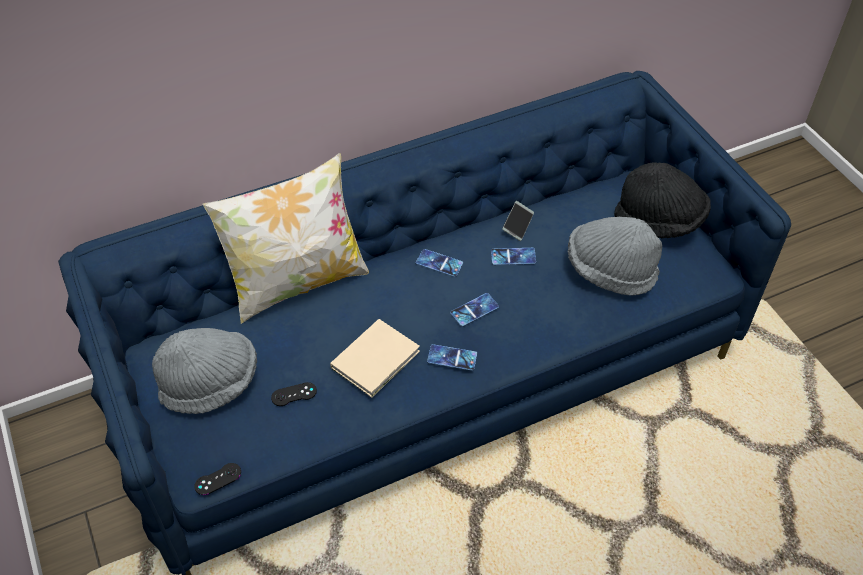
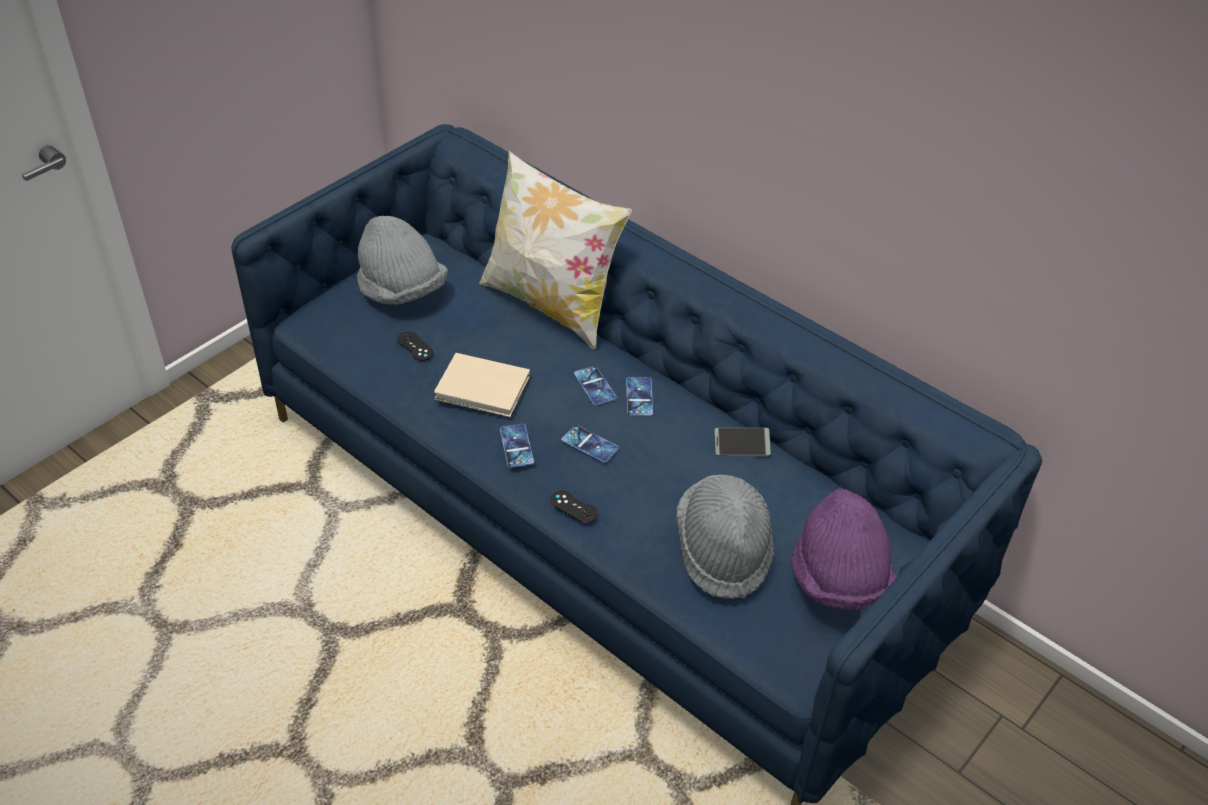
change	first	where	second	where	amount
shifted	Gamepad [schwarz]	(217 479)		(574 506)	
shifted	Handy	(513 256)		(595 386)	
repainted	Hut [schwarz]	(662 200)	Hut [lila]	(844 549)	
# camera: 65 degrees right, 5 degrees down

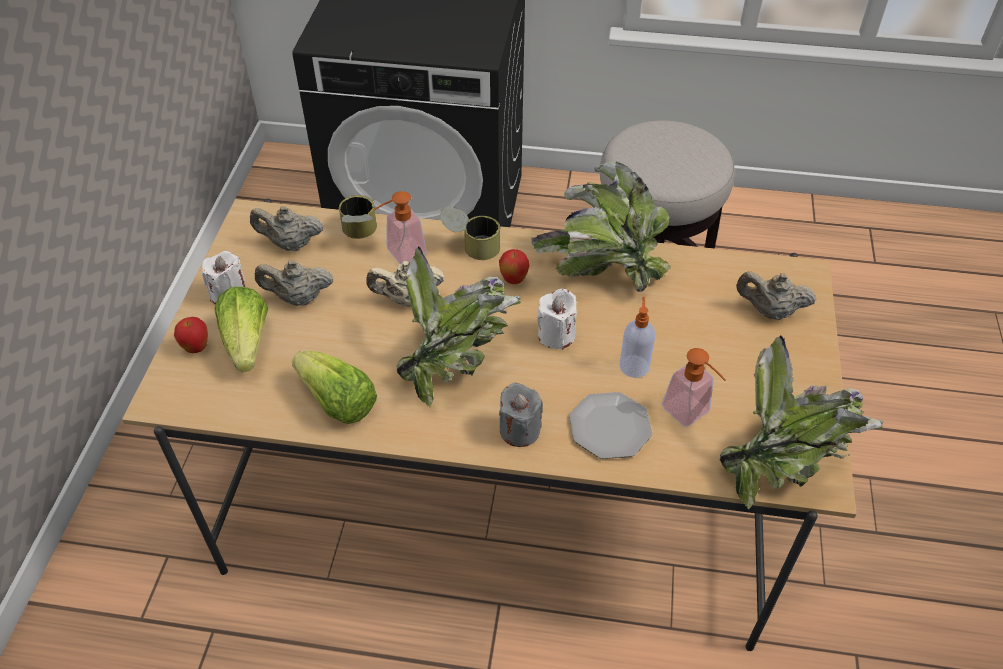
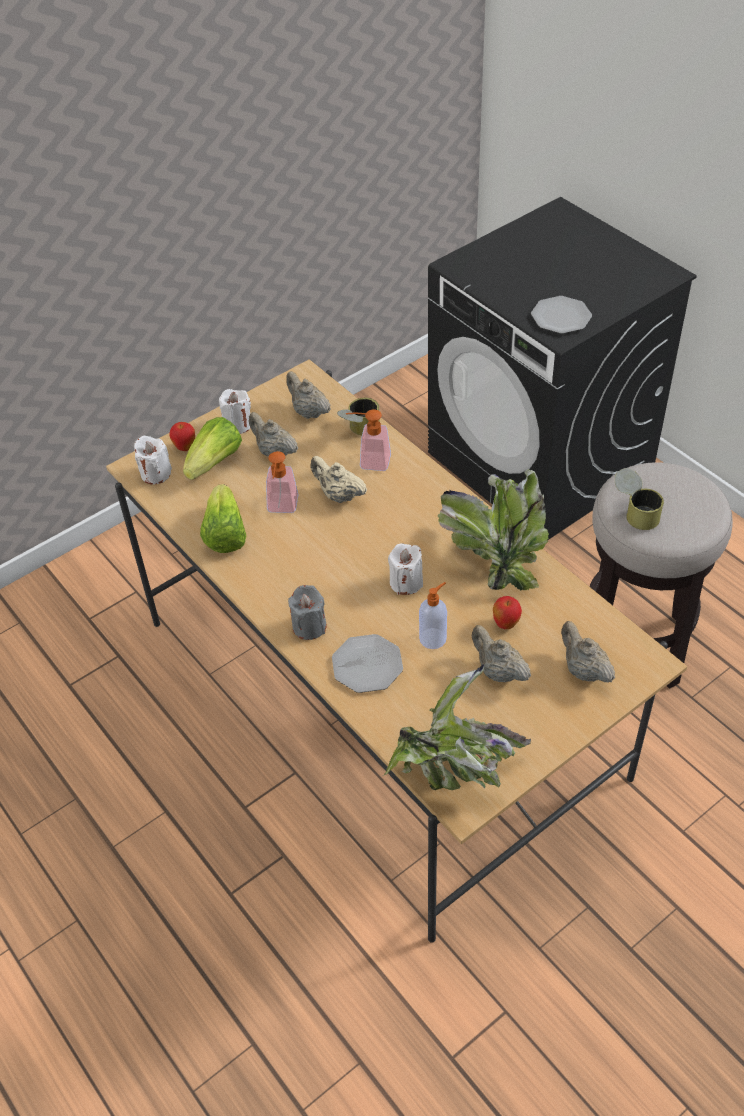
change	first	where	second	where	amount
gone	Topfpflanze	(458 327)			
shifted	Dose	(470 233)		(639 499)	
shifted	Apfel	(514 266)		(507 612)	
shifted	Seifenspender	(694 387)		(282 482)	
new			Kerze [weiß]	(153 459)	
new			Teekanne [beige]	(501 653)	
new			Teller	(561 315)	
# camera: 45 degrees right, 0 degrees up

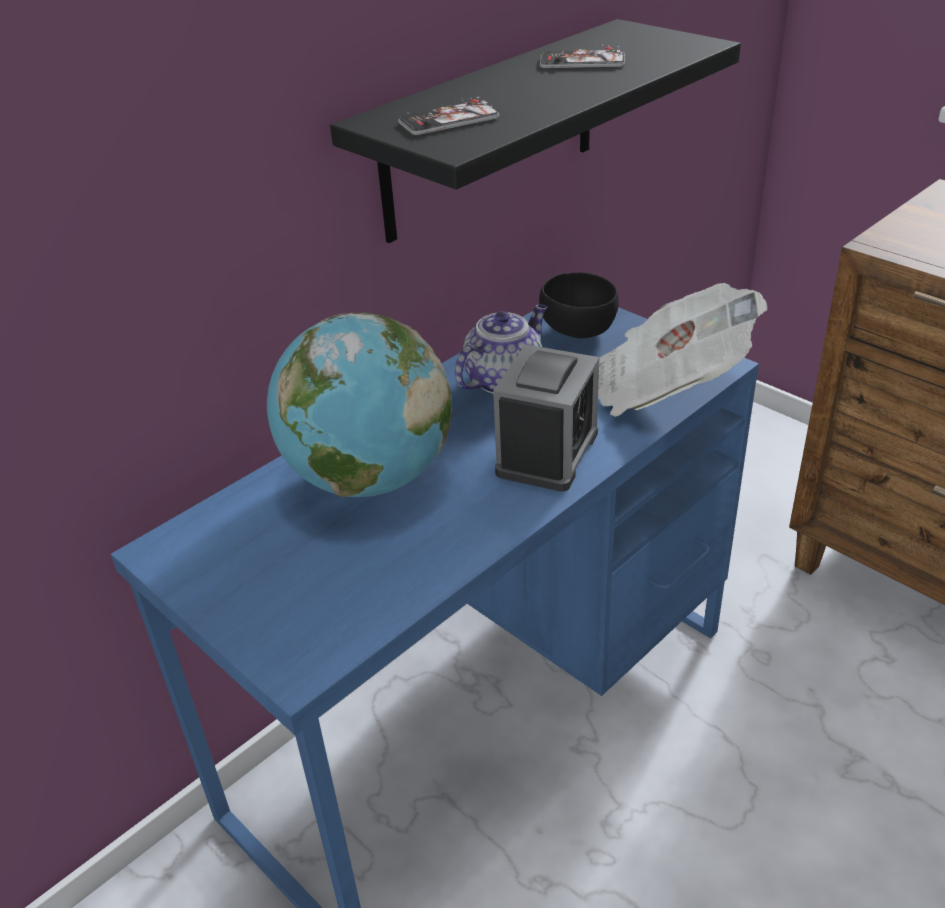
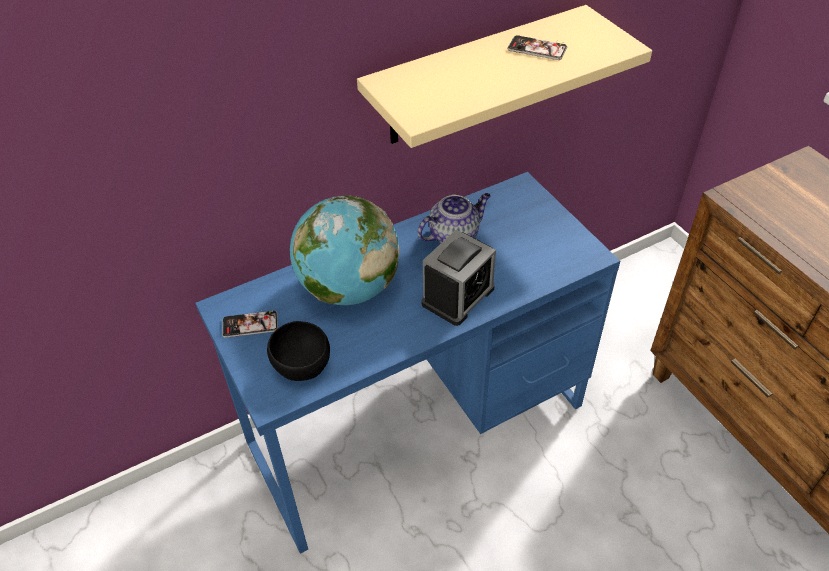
change	first	where	second	where	amount
repainted	Wandregal [schwarz]	(535 131)	Wandregal [beige]	(504 76)	
shifted	Handy	(448 116)		(250 324)	
shifted	Schüssel [schwarz]	(579 305)		(298 351)	
gone	Zeitung	(683 350)			
# camera: 15 degrees right, 10 degrees up

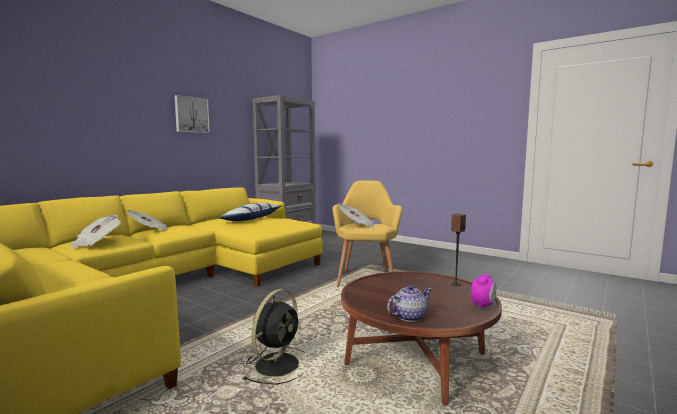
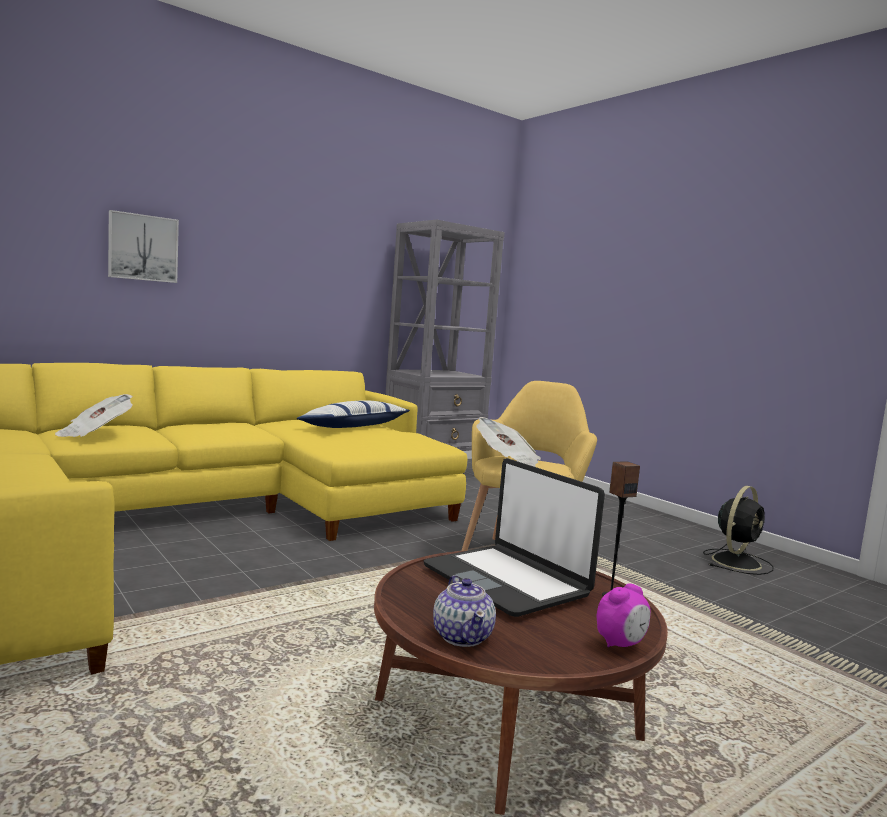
change	first	where	second	where	amount
gone	Zeitung	(147 220)			
shifted	Bild	(192 114)		(143 246)	
shifted	Ventilator [schwarz]	(273 337)		(738 530)	
rotated	Teekanne	(409 303)		(464 611)	90 degrees clockwise
new			Laptop	(514 537)	
# camera: 15 degrees right, 0 degrees up

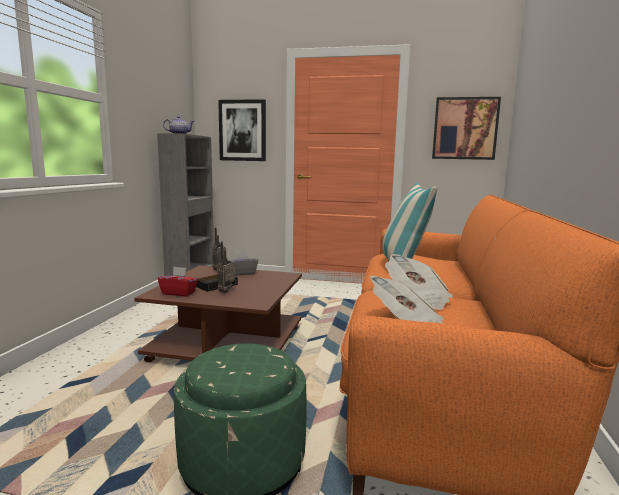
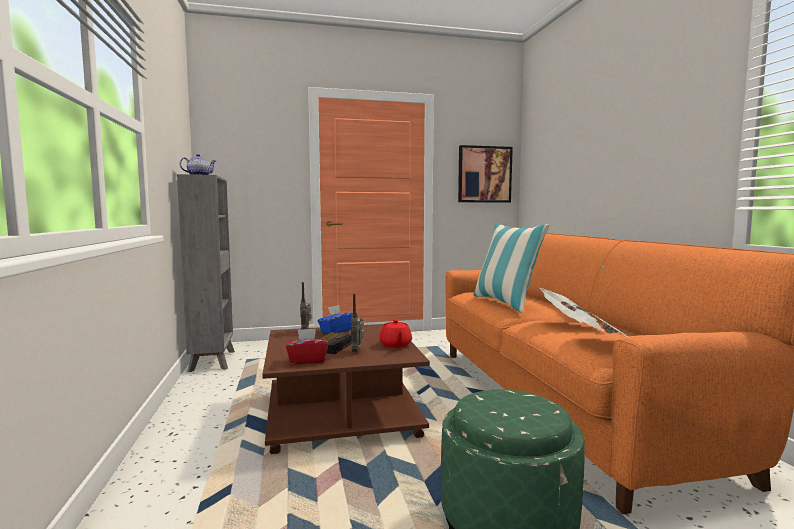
change	first	where	second	where	amount
gone	Bild	(242 130)			
repainted	Taschentuchbox [grau]	(244 263)	Taschentuchbox [blau]	(335 319)	
new			Teekanne [rot]	(395 333)	
# camera: 25 degrees left, 5 degrees down

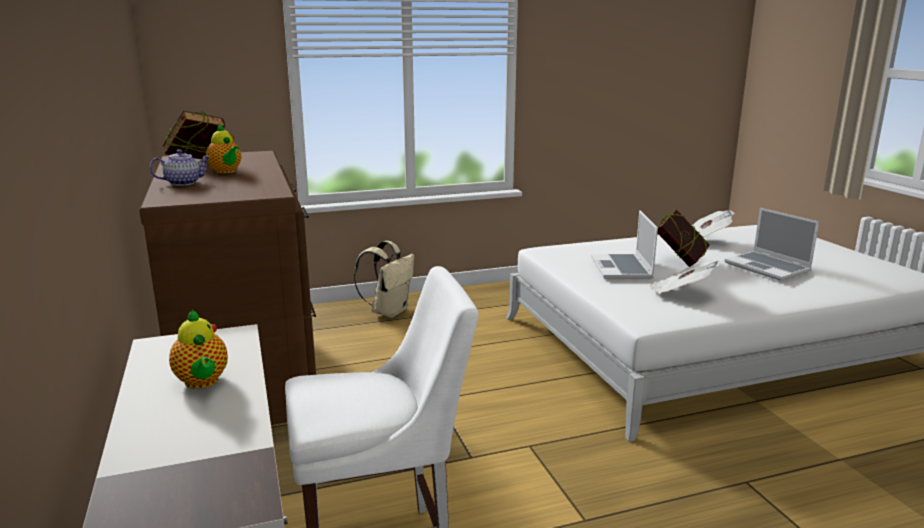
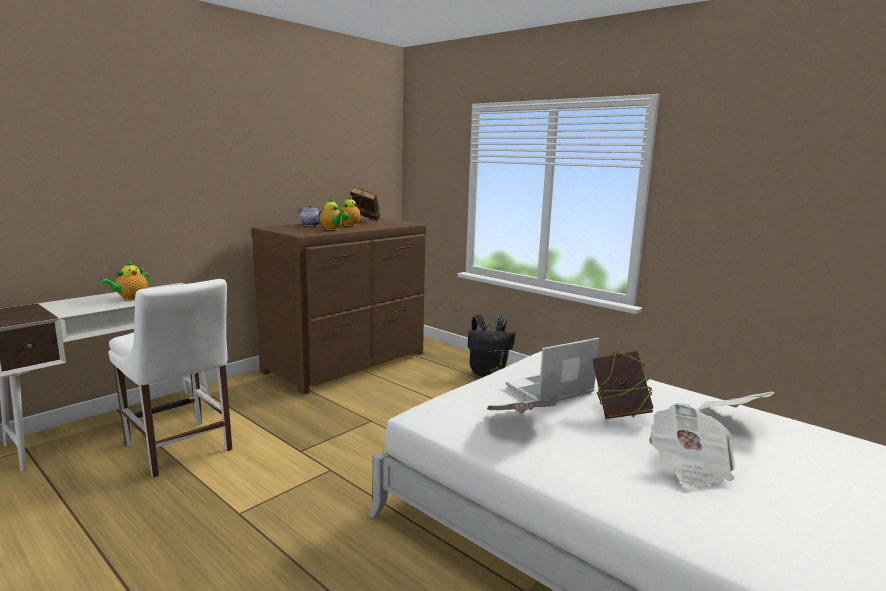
change	first	where	second	where	amount
repainted	Rucksack [beige]	(384 279)	Rucksack [schwarz]	(491 345)	
swapped	Laptop	(772 244)	Zeitung	(692 446)	
new			Teekanne	(332 213)	
# camera: 60 degrees right, 5 degrees down

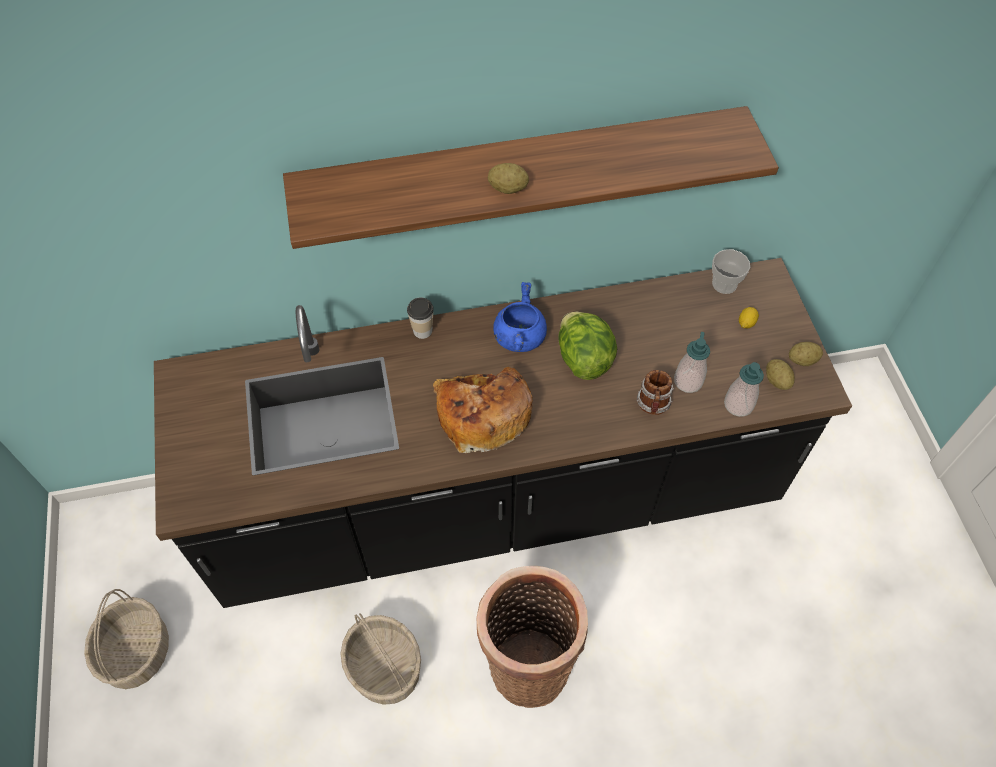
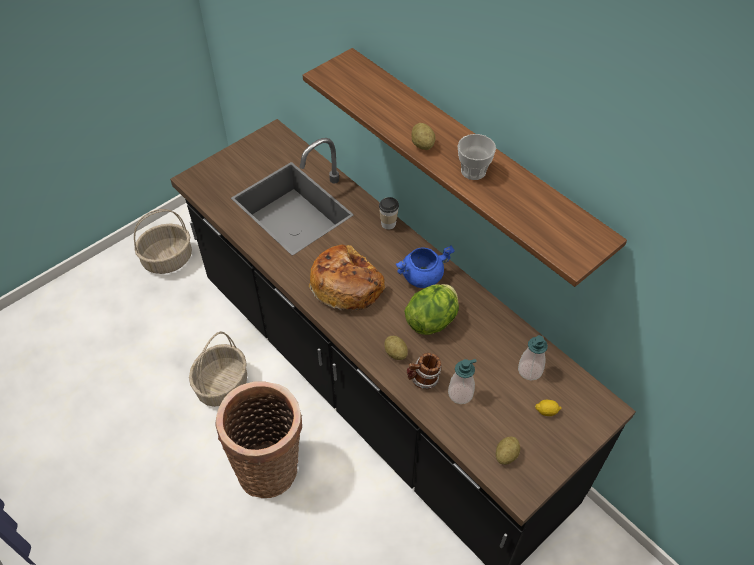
change	first	where	second	where	amount
shifted	Tasse	(731 271)		(477 157)	
shifted	Seifenspender	(744 389)		(533 358)	
shifted	Kartoffel	(806 354)		(396 348)	
# camera: 60 degrees right, 5 degrees down

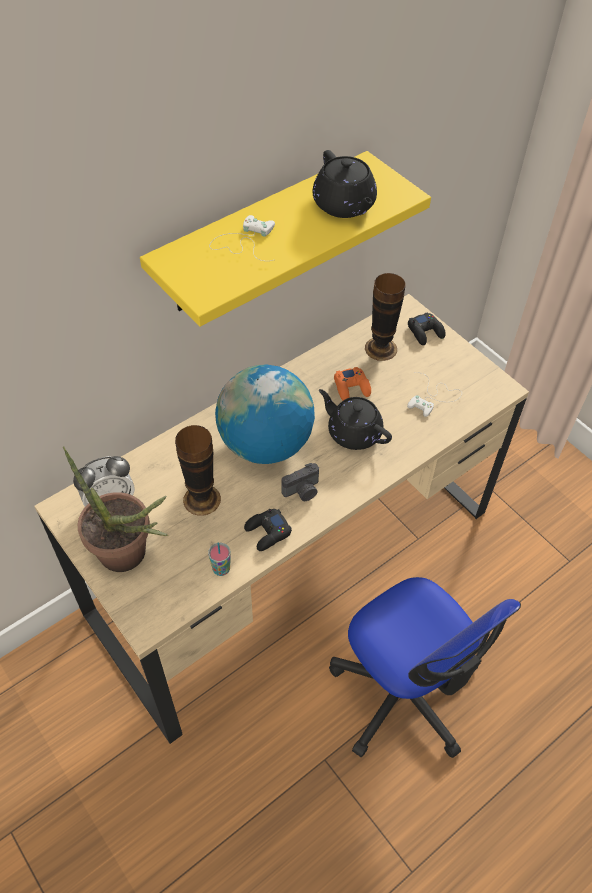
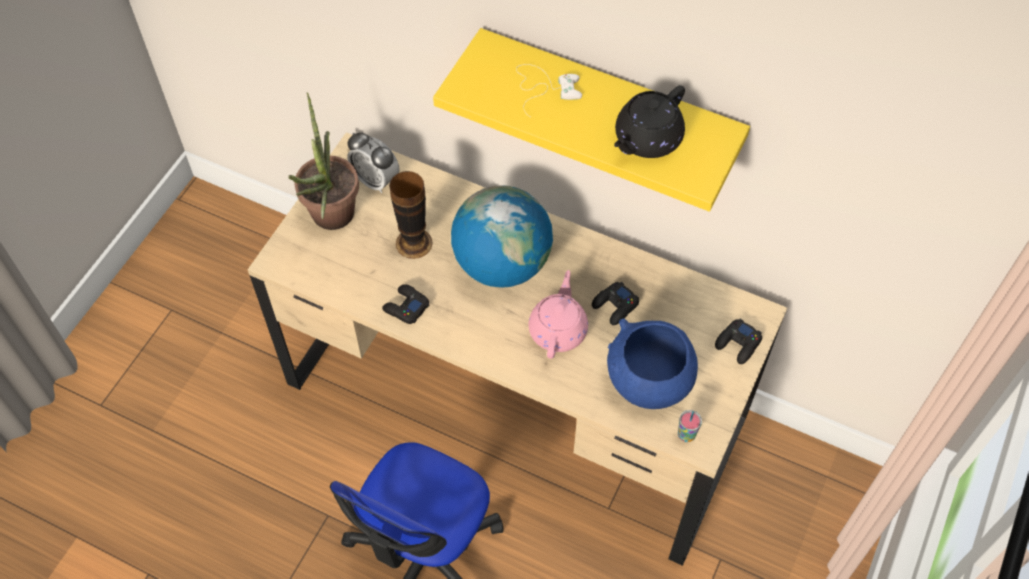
change	first	where	second	where	amount
shifted	Tasse	(219 559)		(690 426)	
gone	Kamera	(300 482)			
repainted	Teekanne [schwarz]	(355 419)	Teekanne [rosa]	(558 314)	
repainted	Gamepad [orange]	(352 383)	Gamepad [schwarz]	(615 303)	
gone	Vase	(385 317)			
swapped	Gamepad [weiß]	(434 394)	Schüssel [blau]	(652 364)	
# camera: 65 degrees right, 5 degrees up

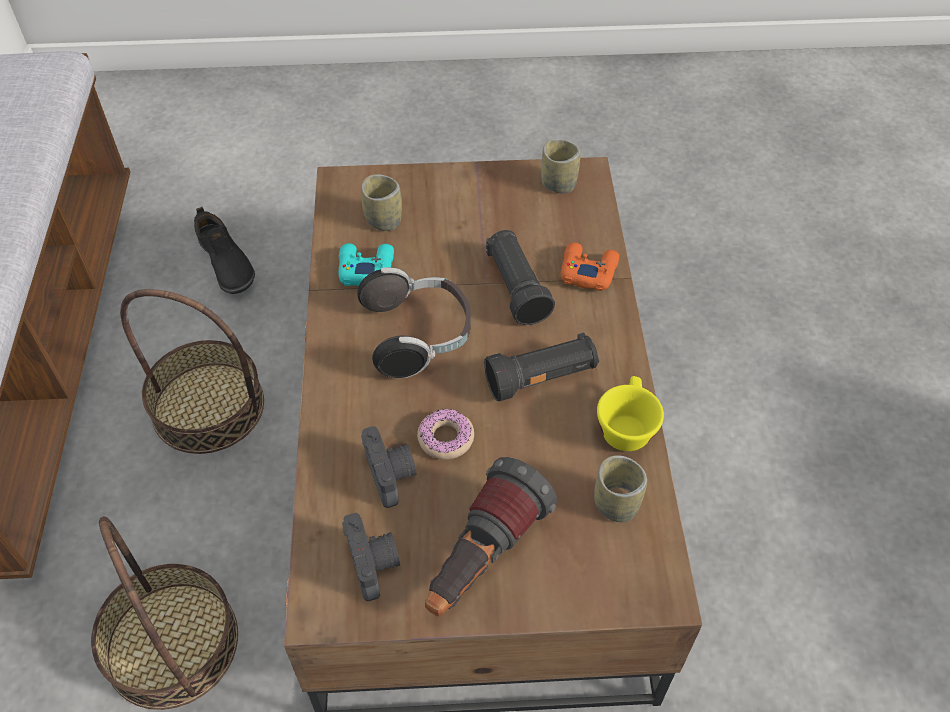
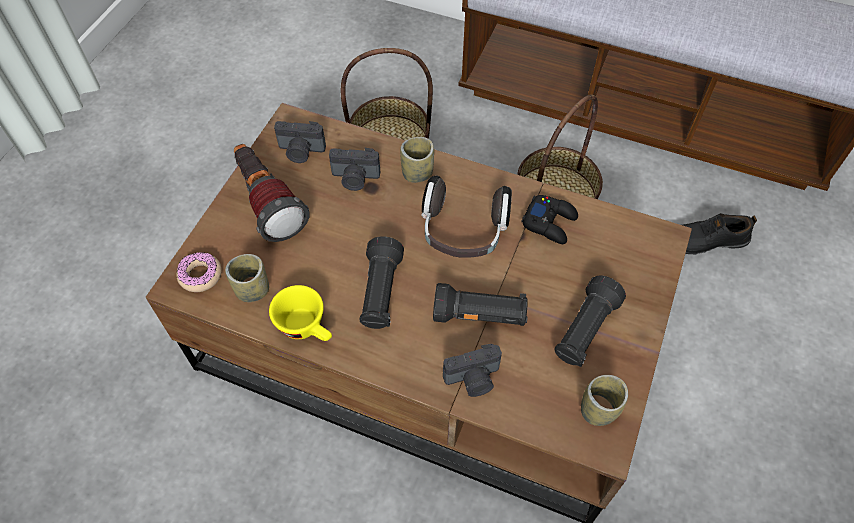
change	first	where	second	where	amount
repainted	Gamepad [türkis]	(366 264)	Gamepad [schwarz]	(549 219)	
shifted	Tasse	(381 202)		(417 160)	
shifted	Donut	(445 434)		(198 272)	
swapped	Gamepad [orange]	(590 267)	Kamera	(472 370)	
new			Taschenlampe [schwarz]	(590 321)	
# camera: 115 degrees right, 5 degrees up

